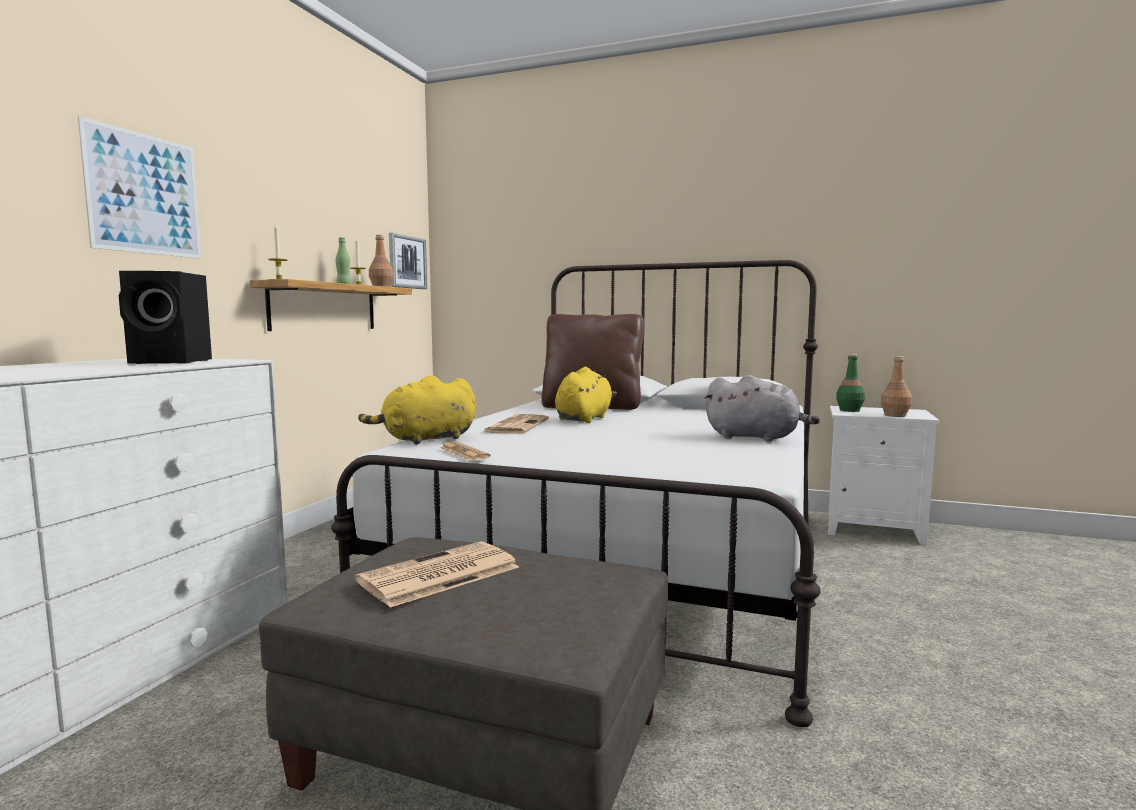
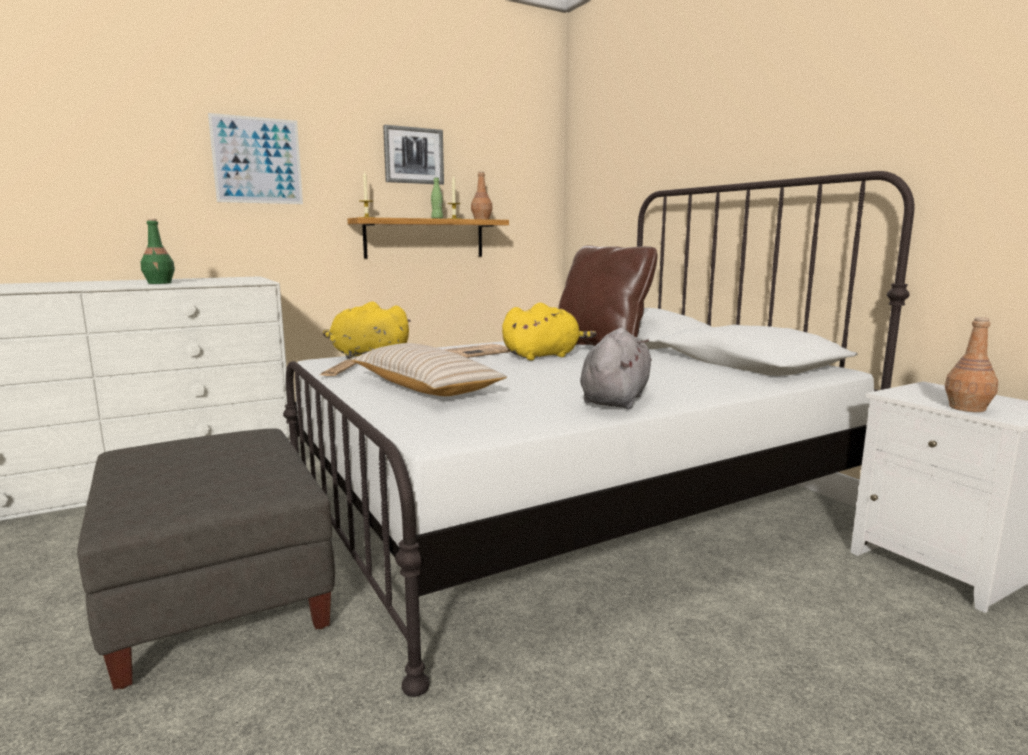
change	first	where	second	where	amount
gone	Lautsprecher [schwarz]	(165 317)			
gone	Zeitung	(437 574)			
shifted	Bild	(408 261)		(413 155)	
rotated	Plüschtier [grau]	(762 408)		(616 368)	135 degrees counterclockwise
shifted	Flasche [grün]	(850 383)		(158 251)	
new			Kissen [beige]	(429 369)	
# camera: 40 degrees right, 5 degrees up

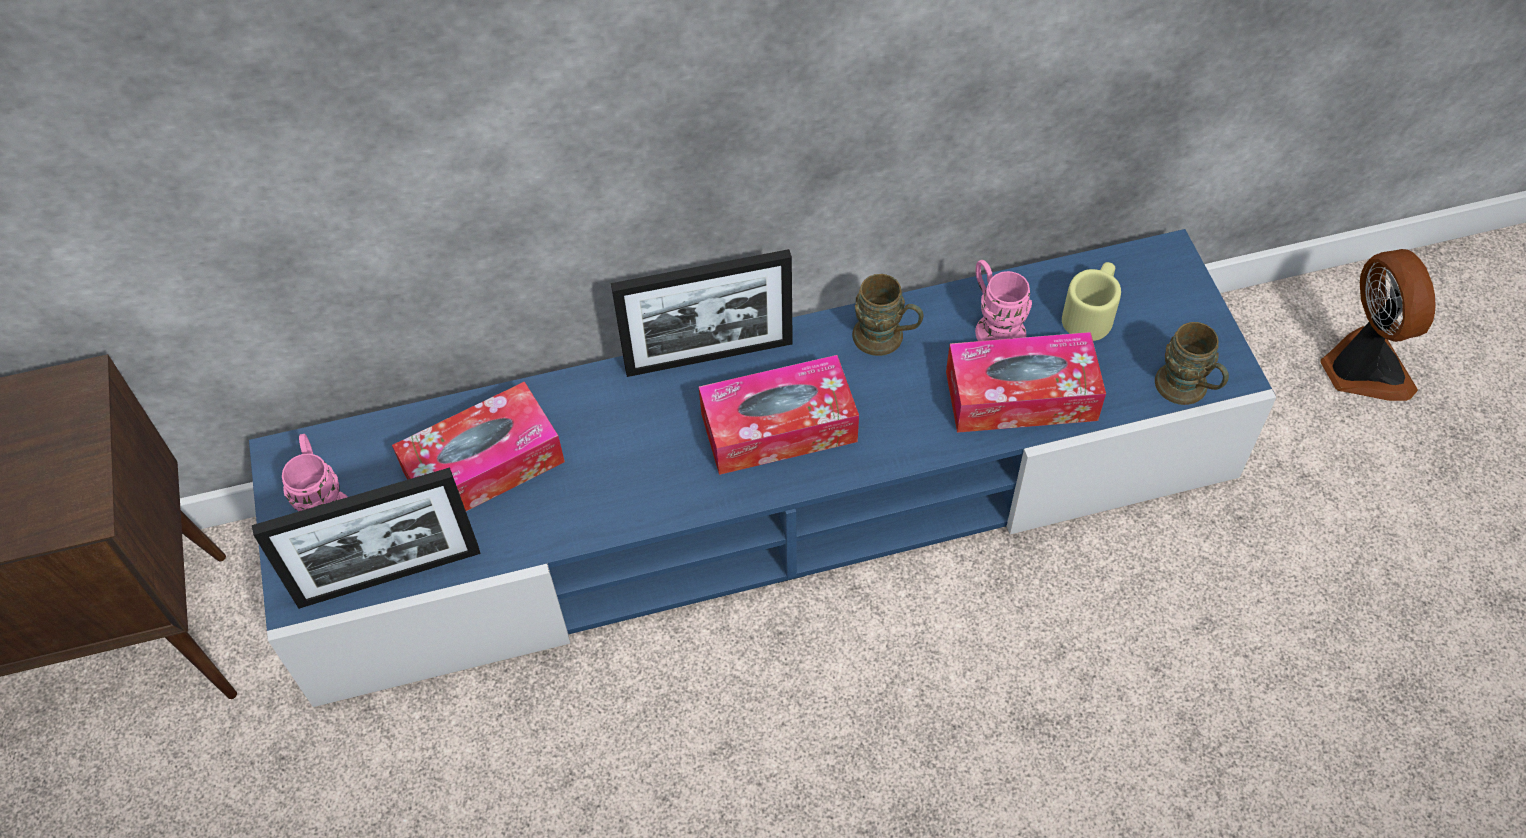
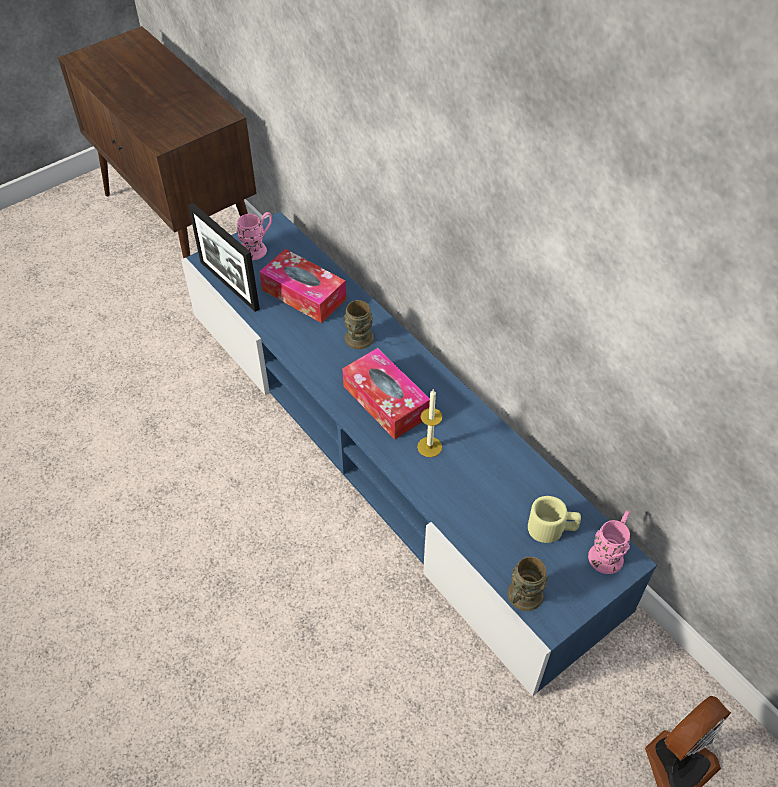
change	first	where	second	where	amount
gone	Bilderrahmen	(702 313)			
shifted	Henkelbecher [braun]	(888 315)		(359 324)	
gone	Taschentuchbox	(1026 382)			
shifted	Henkelbecher [rosa]	(1003 300)		(609 542)	
new			Kerze	(430 423)	
# camera: 65 degrees right, 5 degrees down

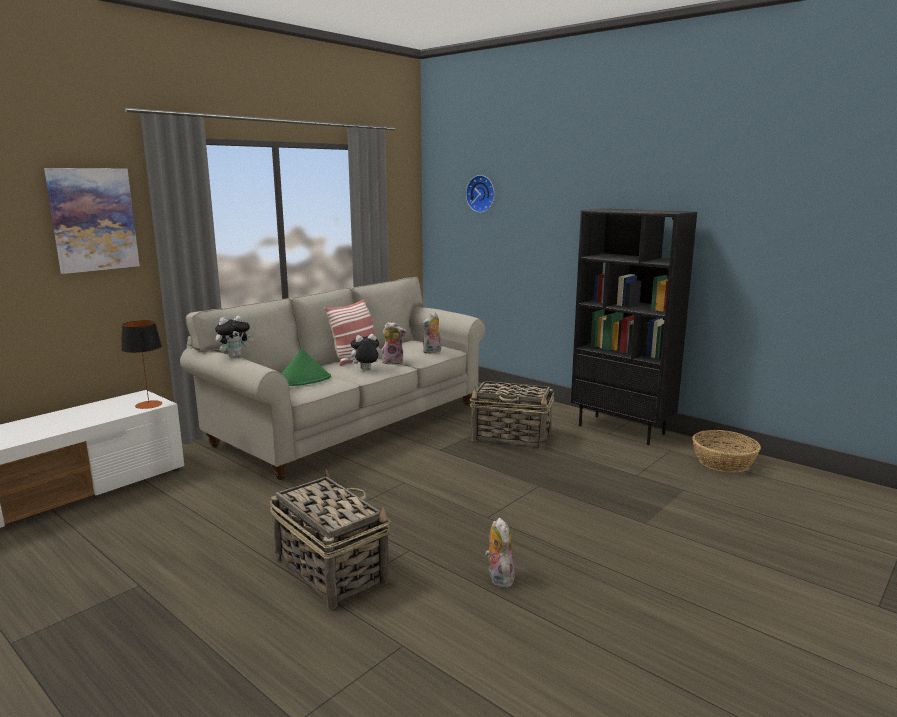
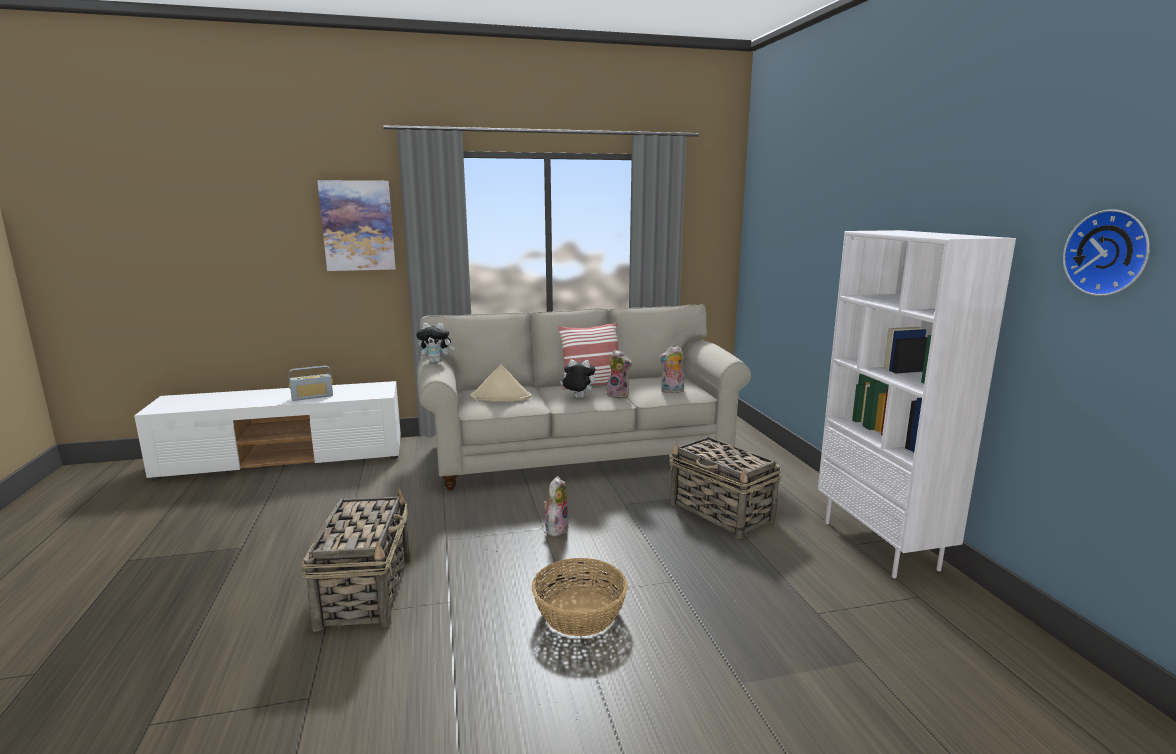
change	first	where	second	where	amount
gone	Tischlampe	(141 364)			
repainted	Hut [grün]	(306 367)	Hut [beige]	(501 382)	
shifted	Wanduhr	(480 194)		(1106 252)	
shifted	Plüschtier	(500 552)		(556 506)	
repainted	Bücherregal [schwarz]	(634 326)	Bücherregal [weiß]	(917 404)	
shifted	Korb	(726 451)		(580 597)	
new			Radio	(310 383)	
# camera: 35 degrees right, 0 degrees up

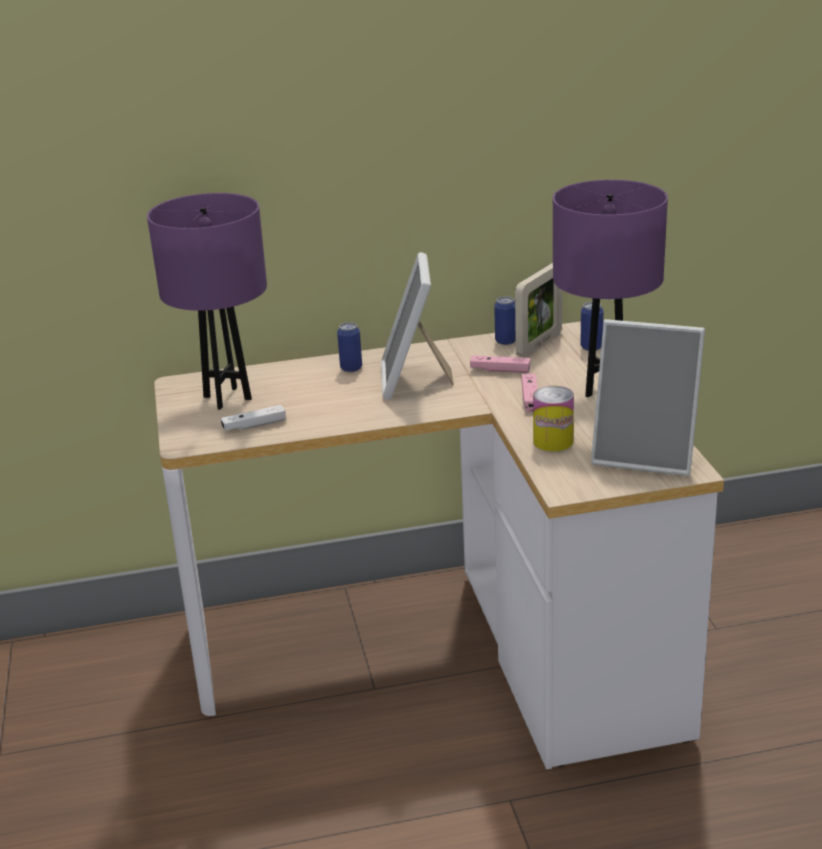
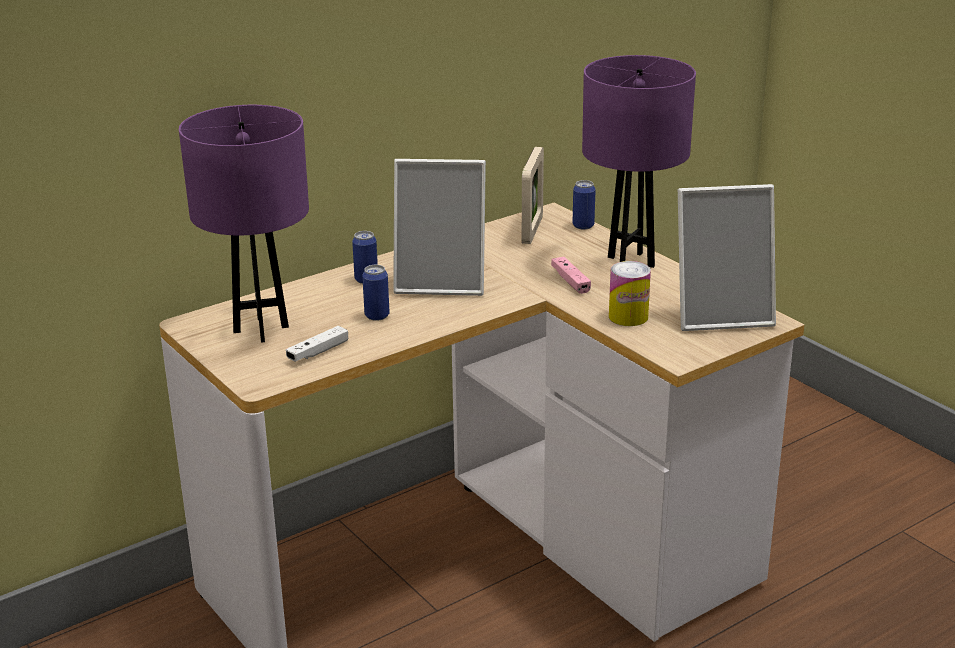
change	first	where	second	where	amount
rotated	Bilderrahmen	(417 326)		(439 227)	60 degrees counterclockwise
gone	Gamepad [rosa]	(500 364)			
shifted	Dose	(504 320)		(375 293)	
# camera: 25 degrees left, 0 degrees up

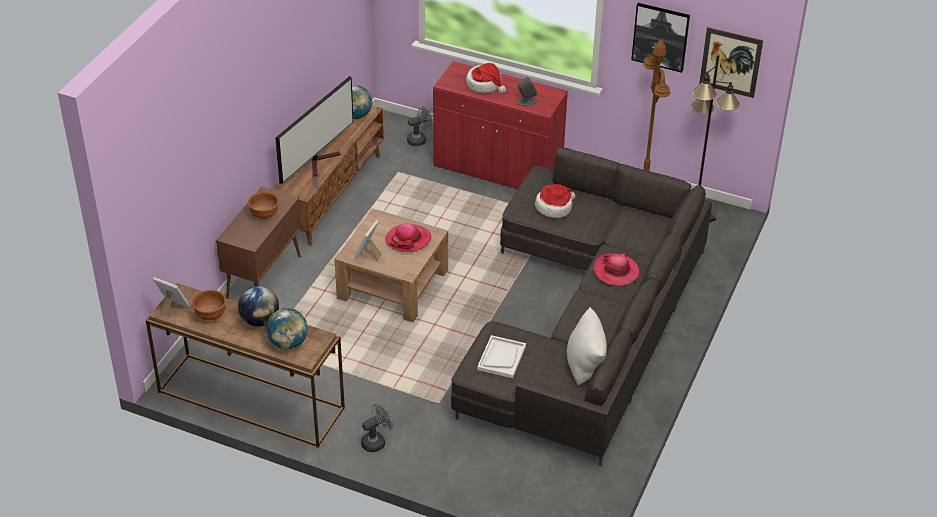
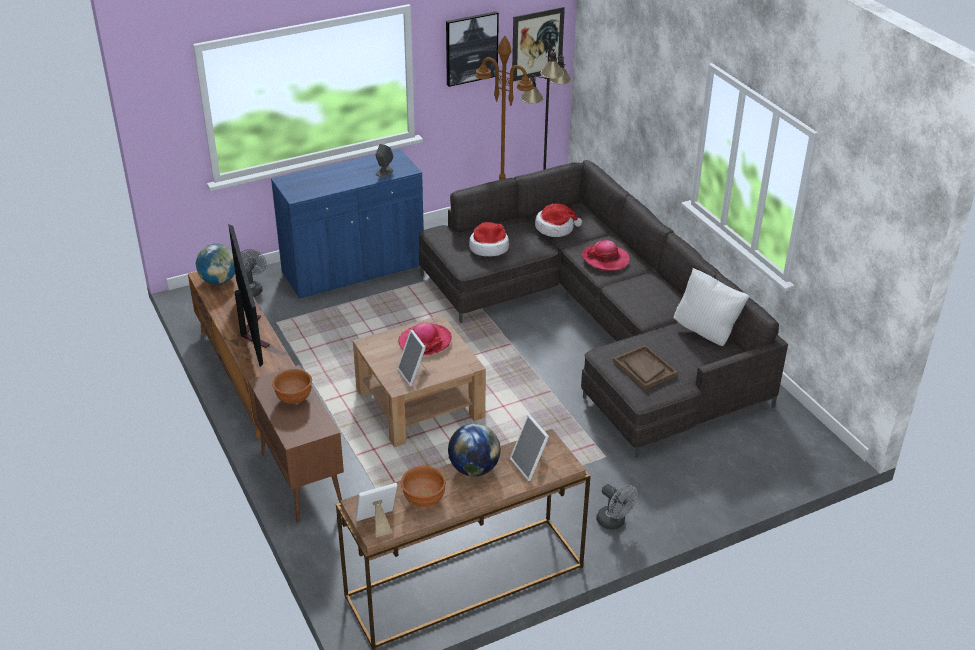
change	first	where	second	where	amount
swapped	Globus	(287 328)	Bilderrahmen	(529 447)	
rotated	Ventilator [grau]	(377 427)		(617 507)	135 degrees clockwise
repainted	Schrank [rot]	(500 125)	Schrank [blau]	(347 224)	
shifted	Hut	(486 78)		(558 220)	
repainted	Tablett [weiß]	(501 356)	Tablett [braun]	(645 367)	
# camera: 50 degrees left, 5 degrees down

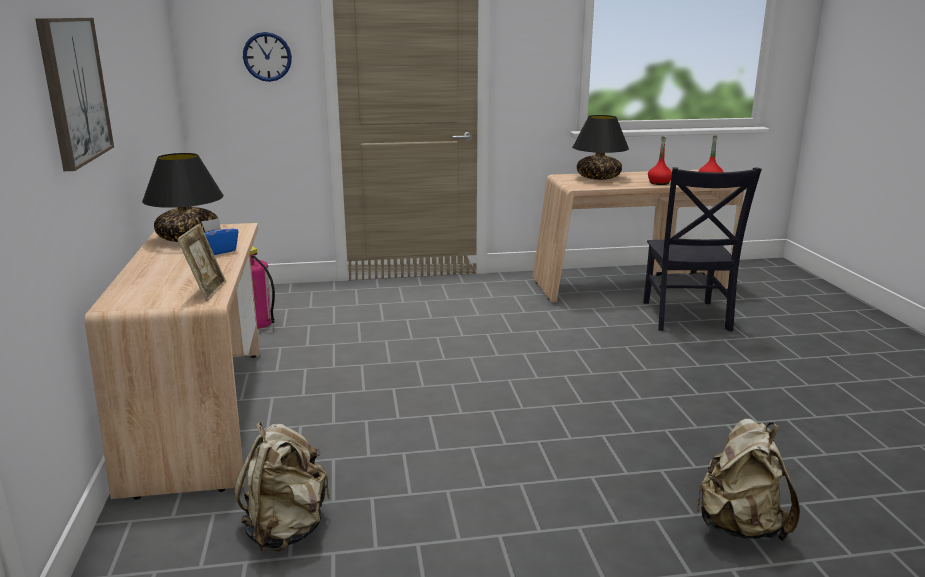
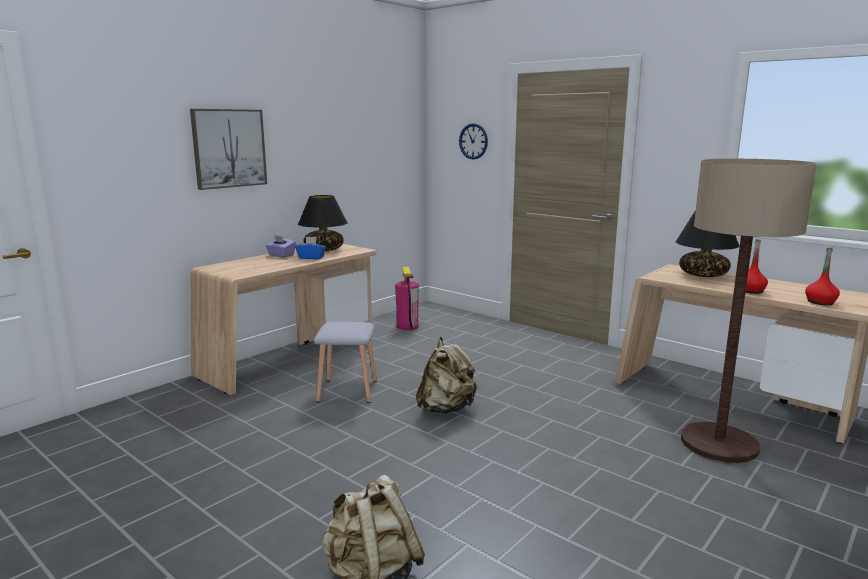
change	first	where	second	where	amount
gone	Bilderrahmen	(201 262)			
shifted	Rucksack [beige]	(282 487)		(447 375)	
swapped	Stuhl [schwarz]	(702 249)	Stehlampe	(749 311)	
new			Taschentuchbox [lila]	(281 246)	
new			Hocker [grau]	(345 362)	
# camera: 50 degrees right, 5 degrees down

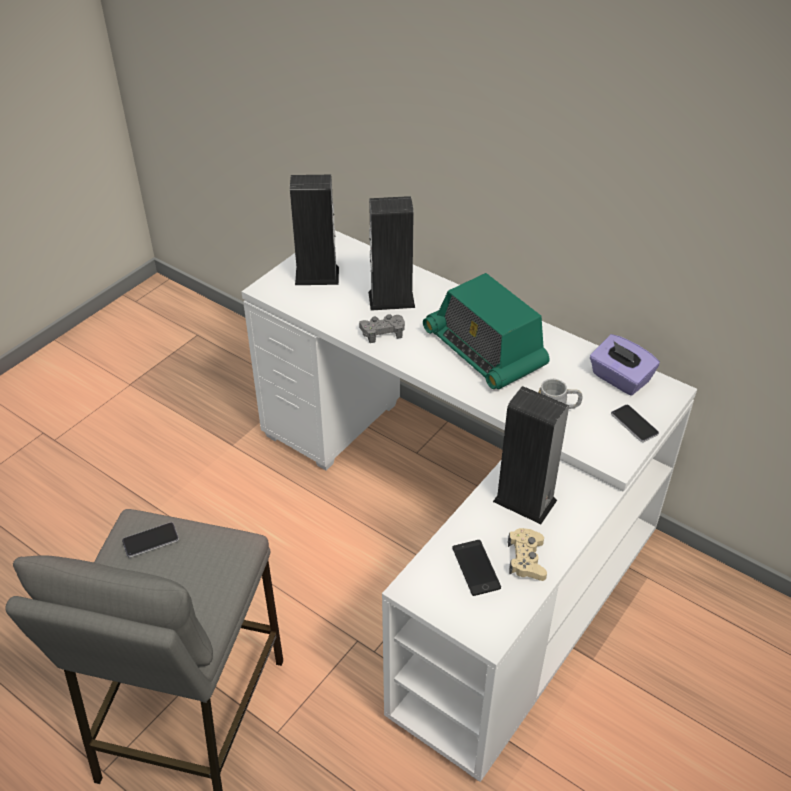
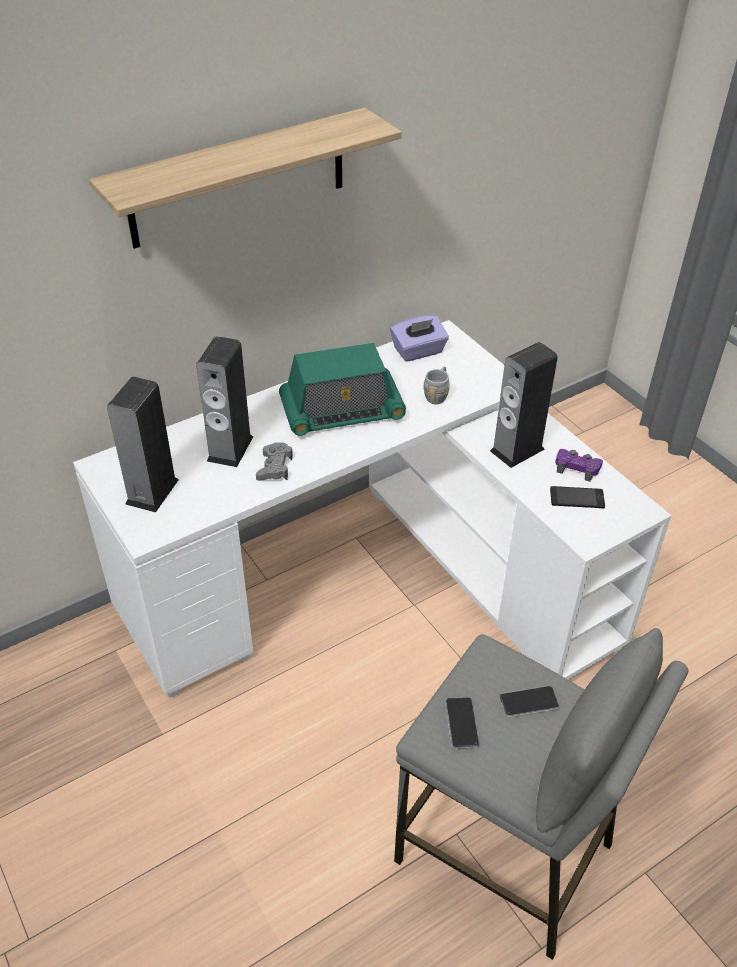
change	first	where	second	where	amount
repainted	Gamepad [beige]	(527 554)	Gamepad [lila]	(579 465)	
shifted	Handy	(635 423)		(529 701)	
new			Wandregal	(245 178)	
# camera: 70 degrees left, 0 degrees up

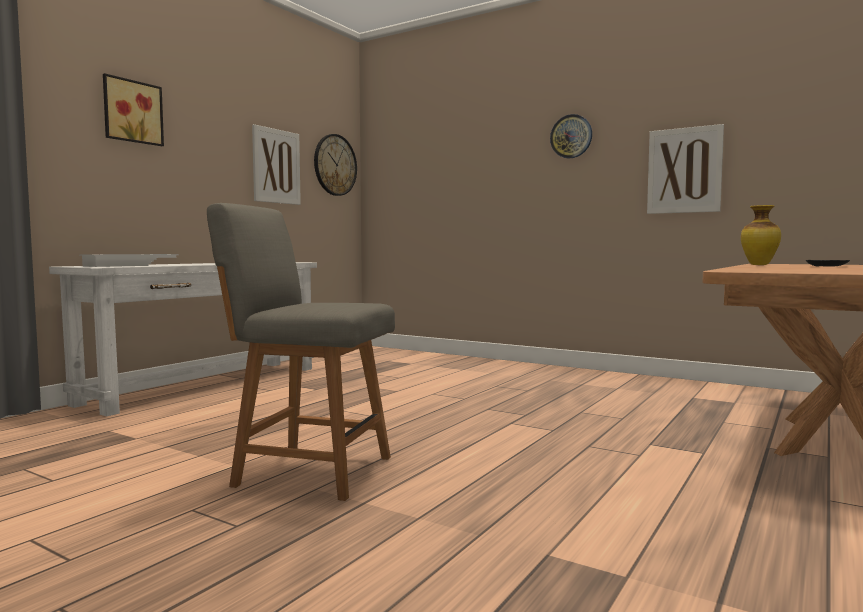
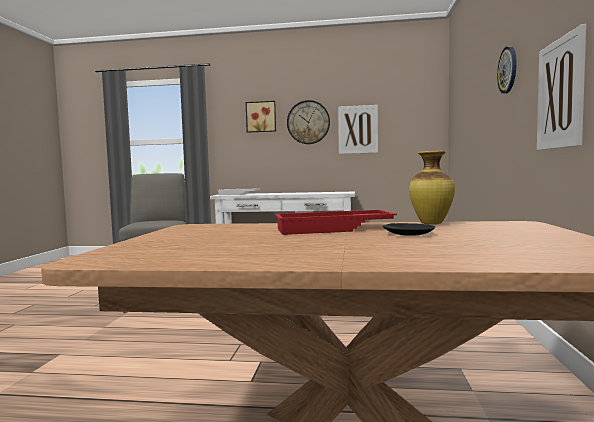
change	first	where	second	where	amount
shifted	Wanduhr	(335 165)		(308 122)	
new			Tablett [rot]	(336 222)	
# camera: 65 degrees right, 0 degrees up

